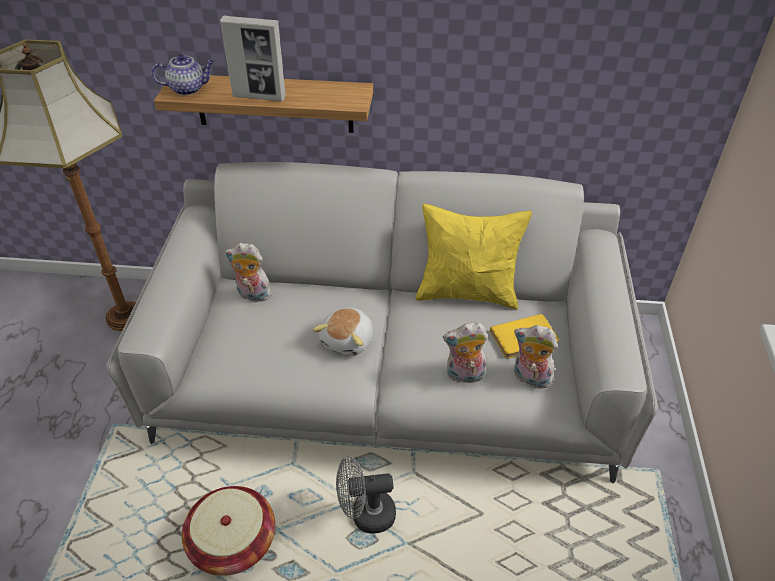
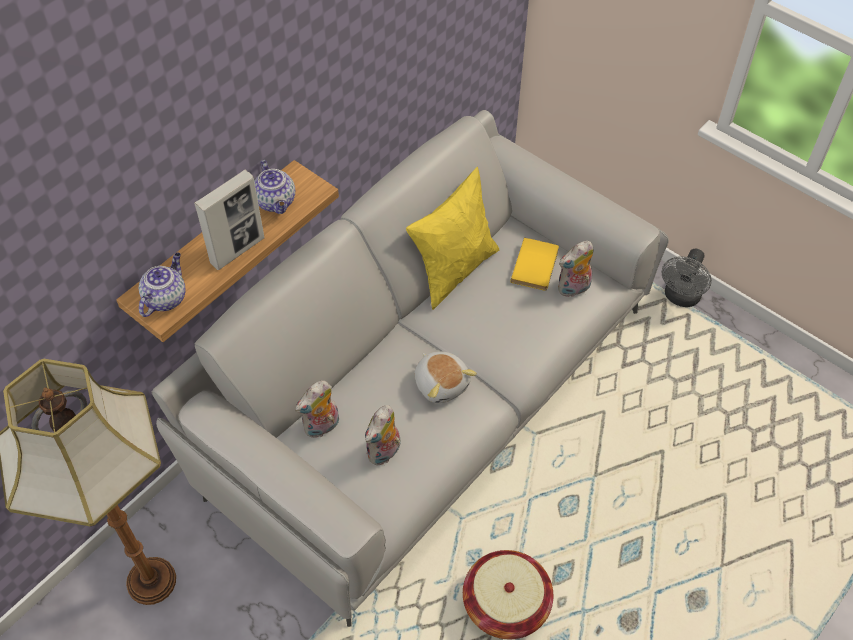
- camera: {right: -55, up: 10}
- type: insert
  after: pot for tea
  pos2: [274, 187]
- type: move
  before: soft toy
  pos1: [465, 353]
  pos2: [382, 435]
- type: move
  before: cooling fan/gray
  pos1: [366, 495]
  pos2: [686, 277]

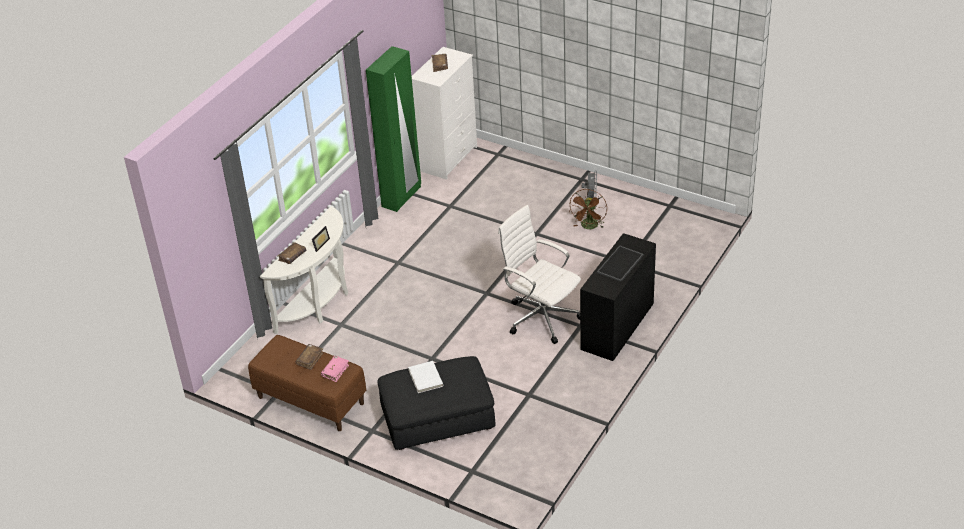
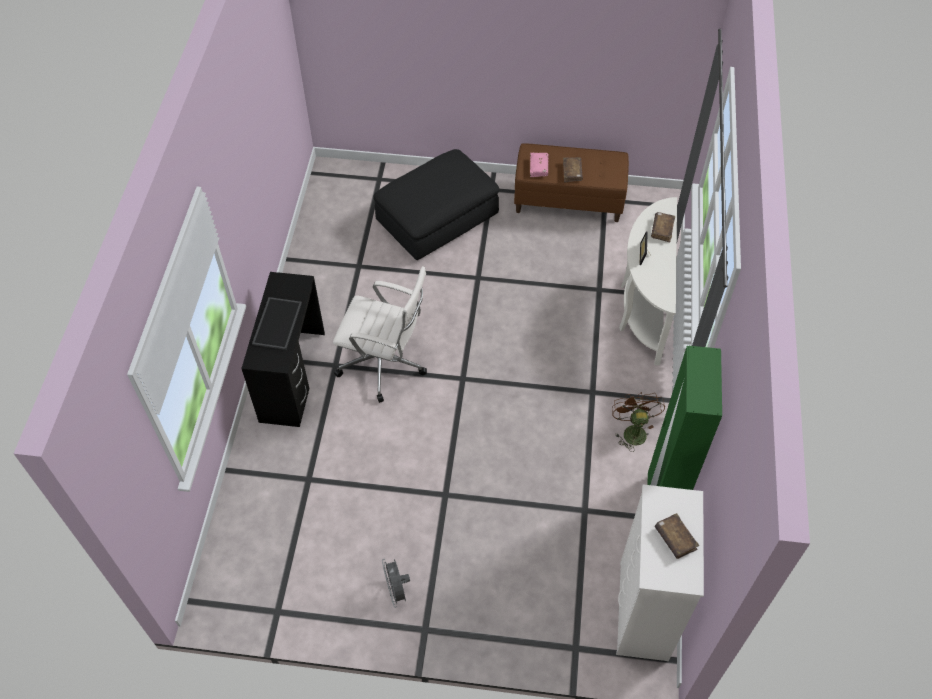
- camera: {right: 155, up: 15}
- type: move
  before: cooling fan/brownish
  pos1: [588, 209]
  pos2: [638, 422]
- type: delete
  before: book/white-coloured
  pos1: [425, 377]

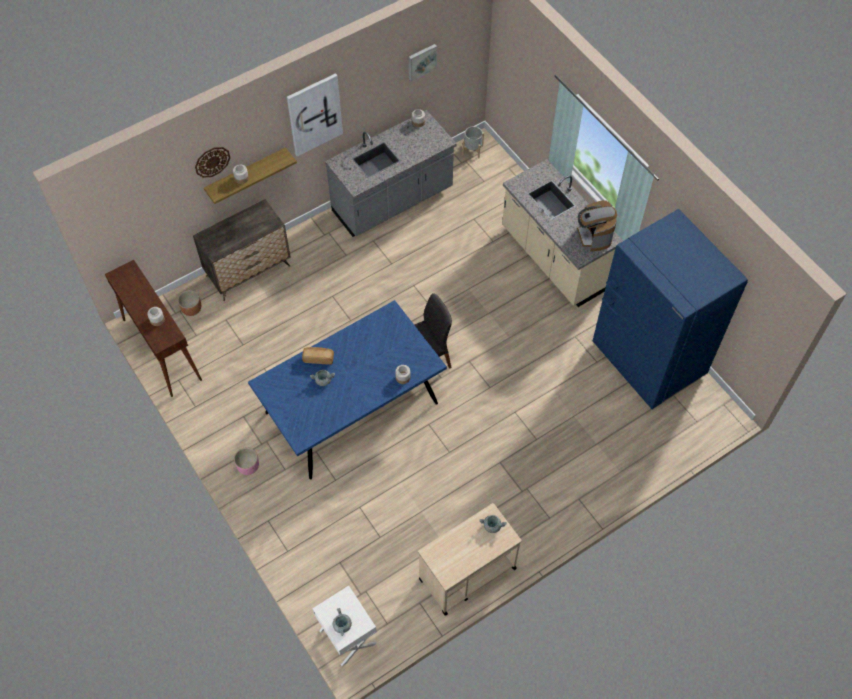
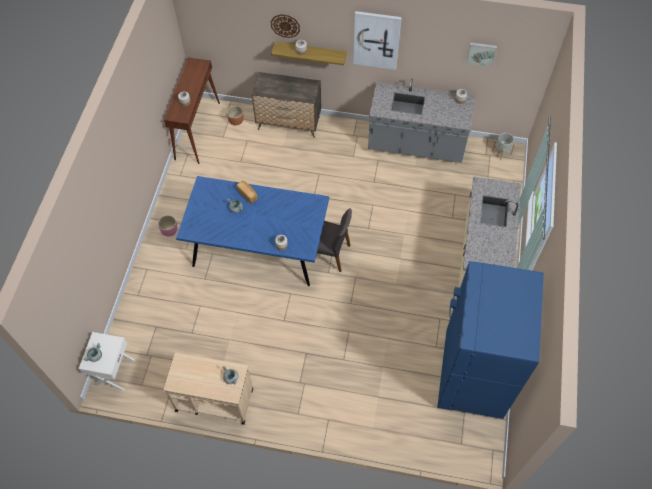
- camera: {right: 45, up: 0}
- type: delete
  before: coffee maker
  pos1: [597, 225]

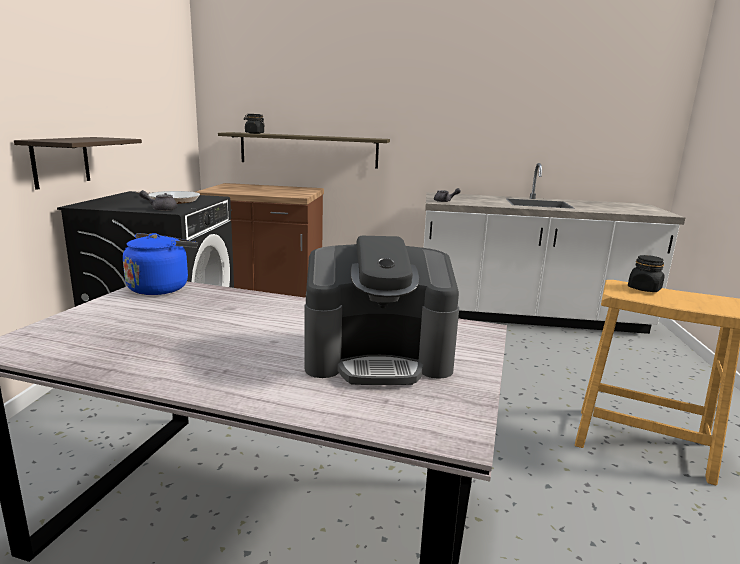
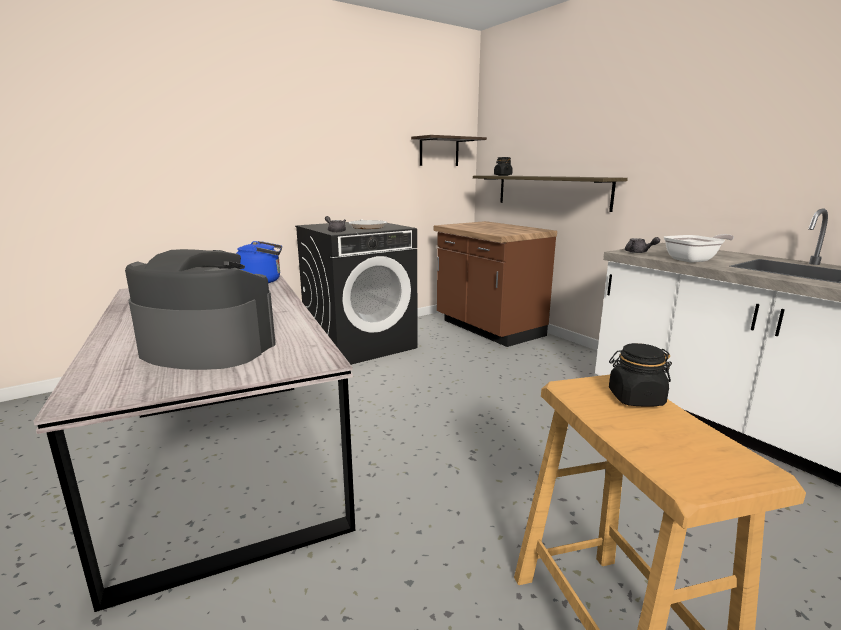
- camera: {right: 50, up: 0}
- type: rotate
  before: coffee maker
  pos1: [382, 310]
  pos2: [200, 309]
  turn: 150
- type: move
  before: shelf
  pos1: [78, 163]
  pos2: [449, 150]
- type: insert
  after: skillet
  pos2: [699, 248]

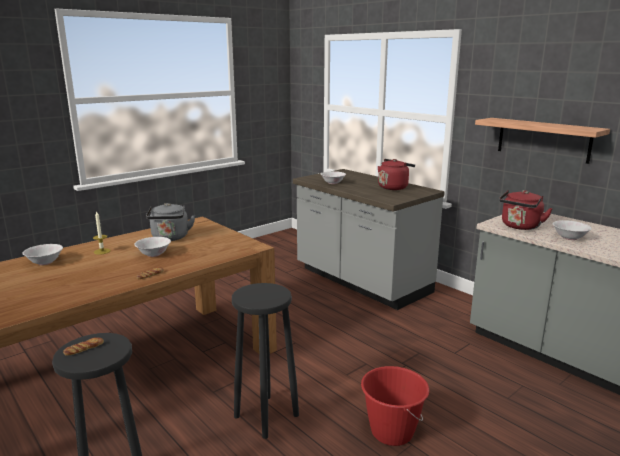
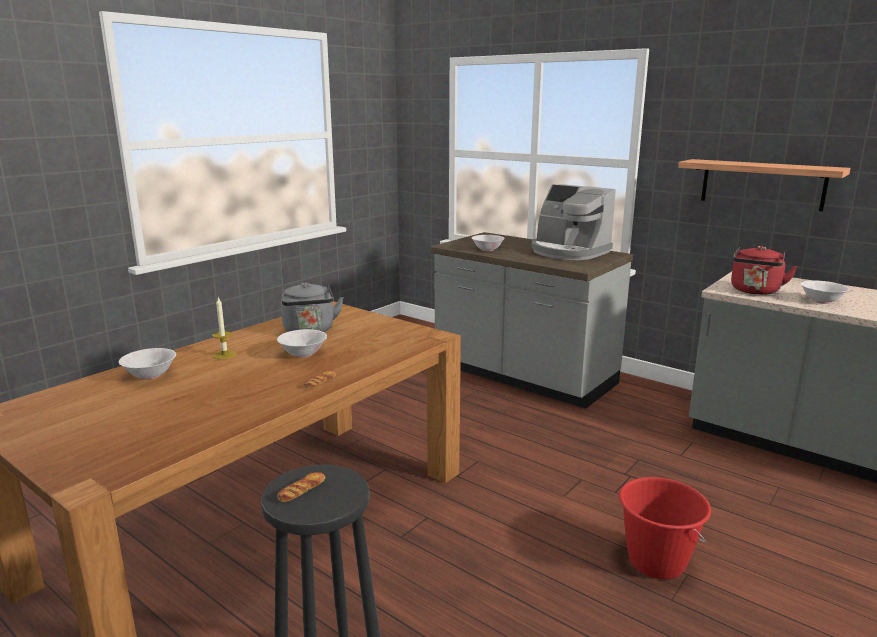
- camera: {right: -10, up: 0}
- type: replace
  before: tea kettle/red
  after: coffee maker
  pos1: [396, 174]
  pos2: [574, 222]
- type: delete
  before: sitting stool/black
  pos1: [265, 361]

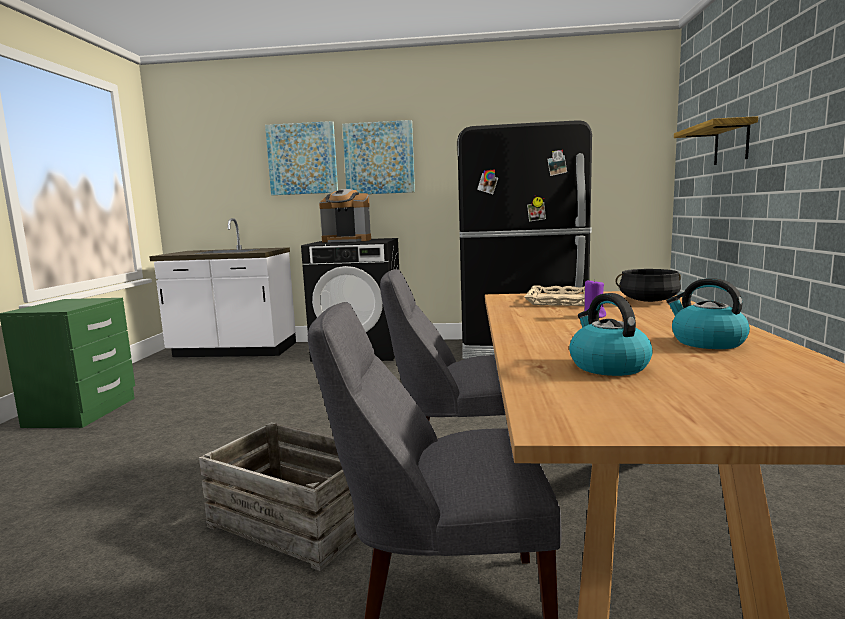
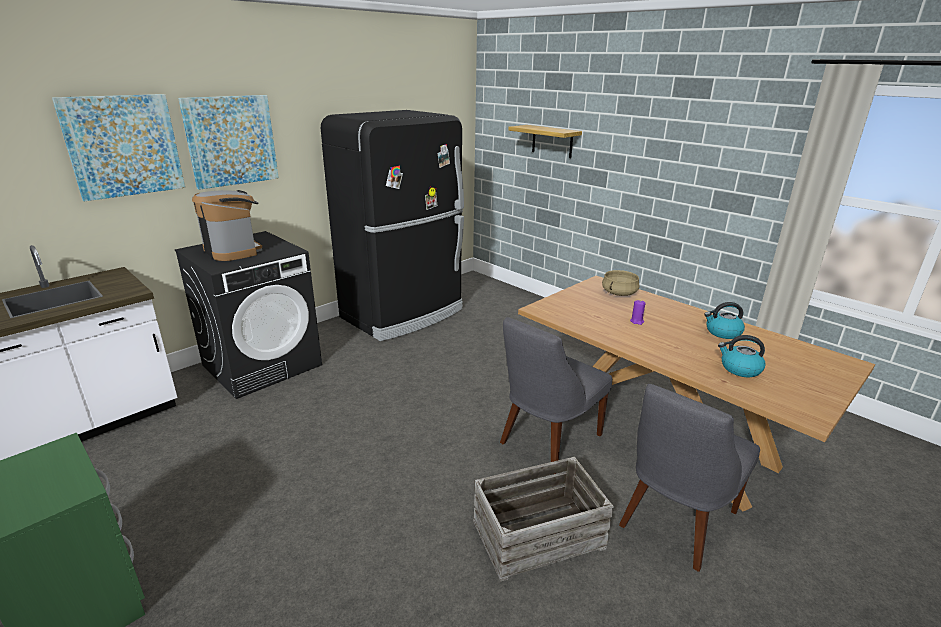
- camera: {right: -50, up: 15}
- type: rotate
  before: coffee maker
  pos1: [345, 215]
  pos2: [227, 225]
  turn: -90
- type: recolor
  before: saucepot/black
  after: saucepot/sand-coloured
  pos1: [648, 285]
  pos2: [621, 283]
- type: delete
  before: tray/sand-coloured
  pos1: [554, 295]

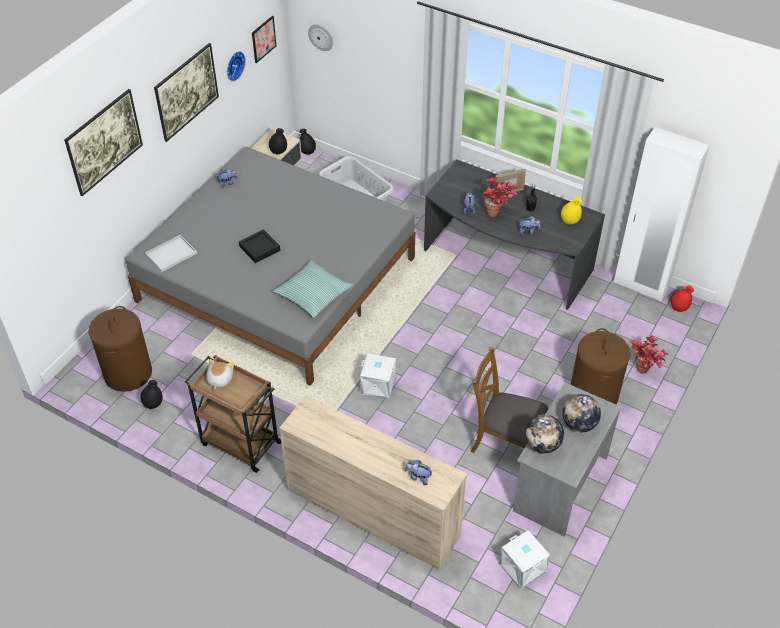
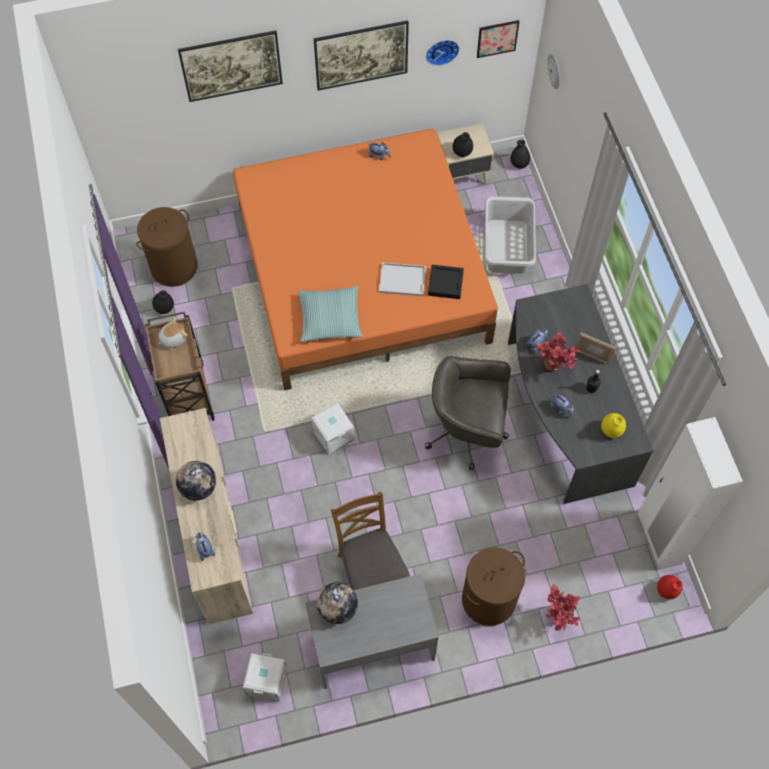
- camera: {right: 45, up: 15}
- type: move
  before: globe
  pos1: [581, 413]
  pos2: [196, 481]
- type: recolor
  before: sleeping bed/gray
  after: sleeping bed/orangey
  pos1: [270, 266]
  pos2: [365, 259]
- type: move
  before: tray/white-coloured
  pos1: [171, 253]
  pos2: [402, 279]
- type: insert
  after: office chair/gray
  pos2: [468, 413]
- type: move
  before: tray/black
  pos1: [259, 246]
  pos2: [446, 282]

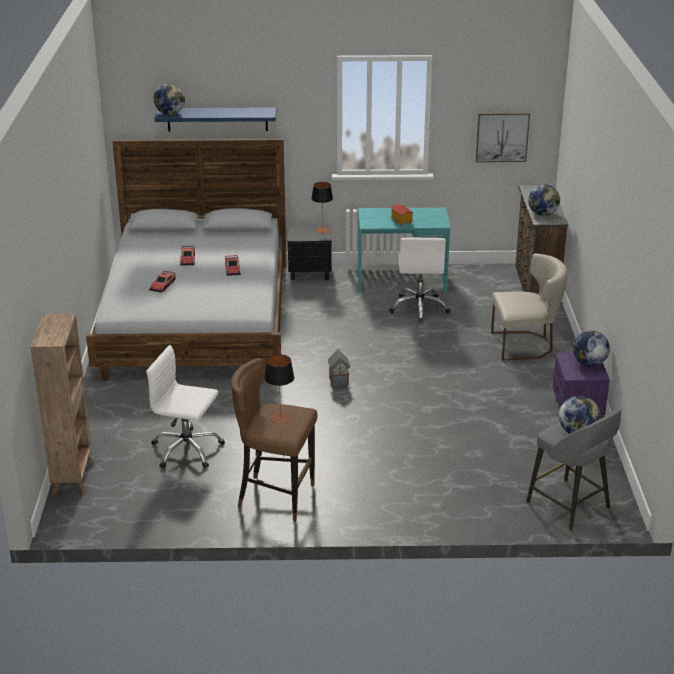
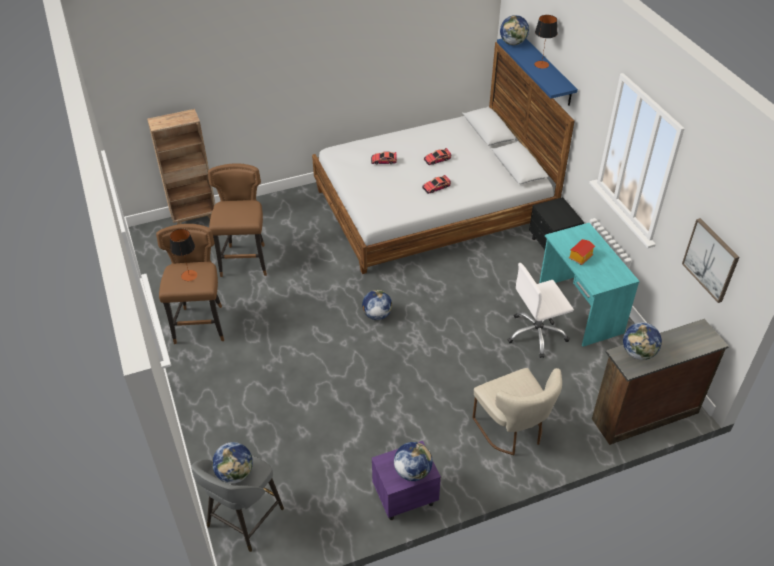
- camera: {right: 70, up: 15}
- type: replace
  before: office chair/white-coloured
  after: sitting stool/brownish
  pos1: [185, 406]
  pos2: [237, 220]
- type: replace
  before: model house
  after: globe
  pos1: [339, 368]
  pos2: [377, 305]
- type: move
  before: tabletop lamp
  pos1: [322, 207]
  pos2: [546, 42]

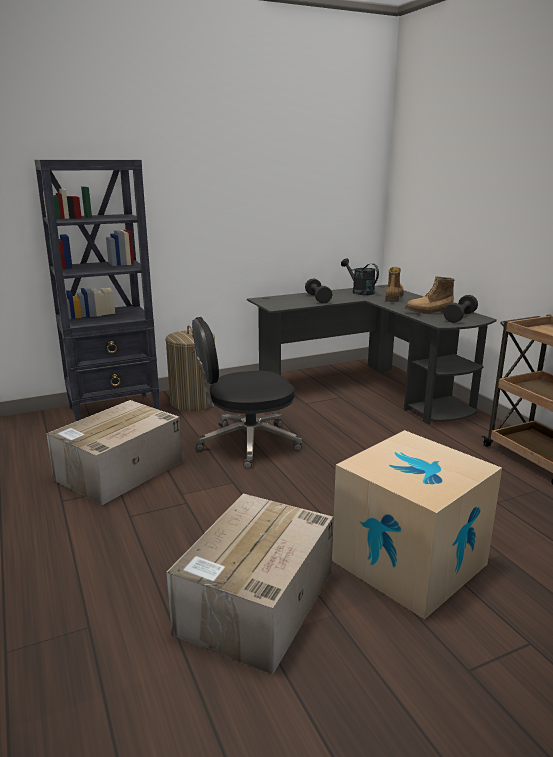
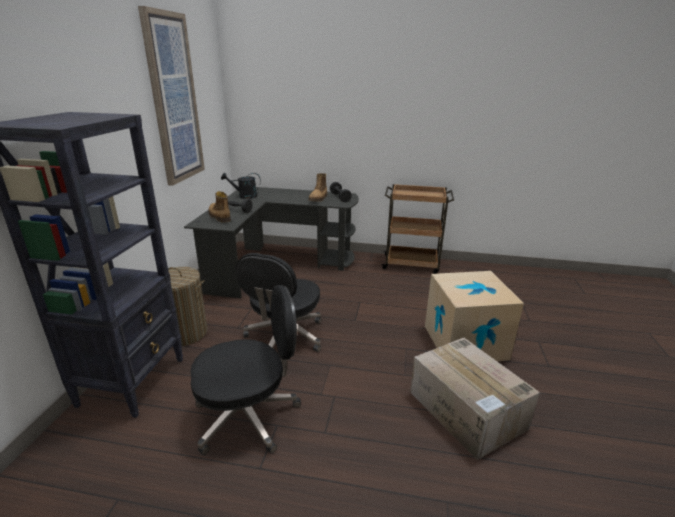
- camera: {right: -55, up: 5}
- type: insert
  after: wall art
  pos2: [171, 96]
- type: replace
  before: cardboard box
  after: office chair/black
  pos1: [114, 452]
  pos2: [245, 370]
- type: move
  before: boot
  pos1: [394, 284]
  pos2: [220, 207]

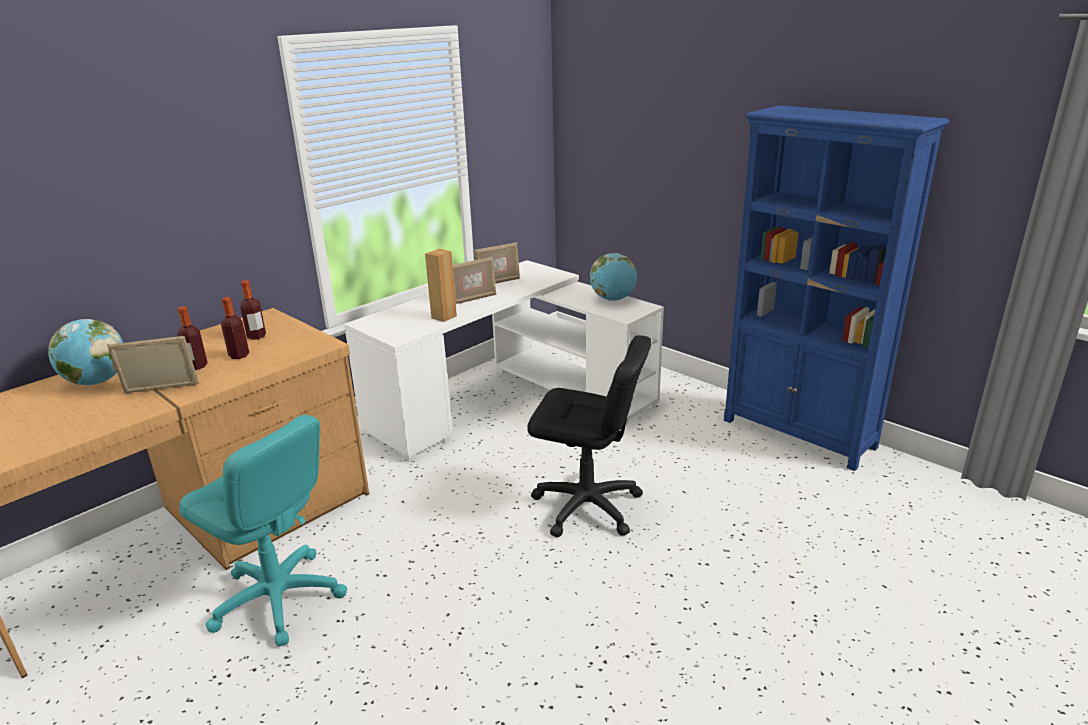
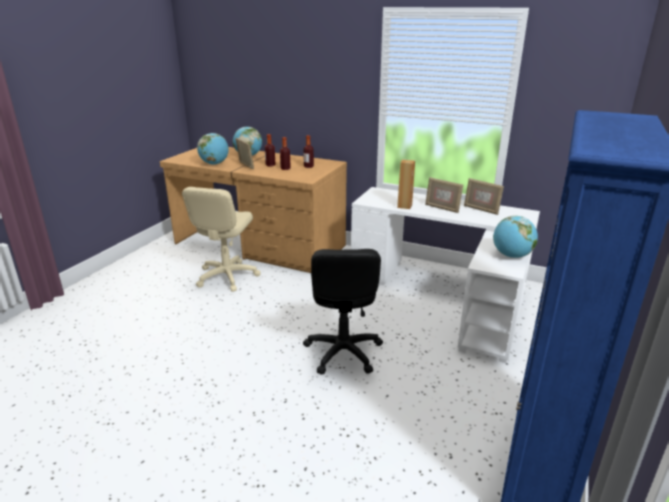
- camera: {right: 70, up: 0}
- type: recolor
  before: office chair/blue-green
  after: office chair/sand-coloured
  pos1: [263, 531]
  pos2: [221, 239]
- type: insert
  after: globe
  pos2: [213, 149]

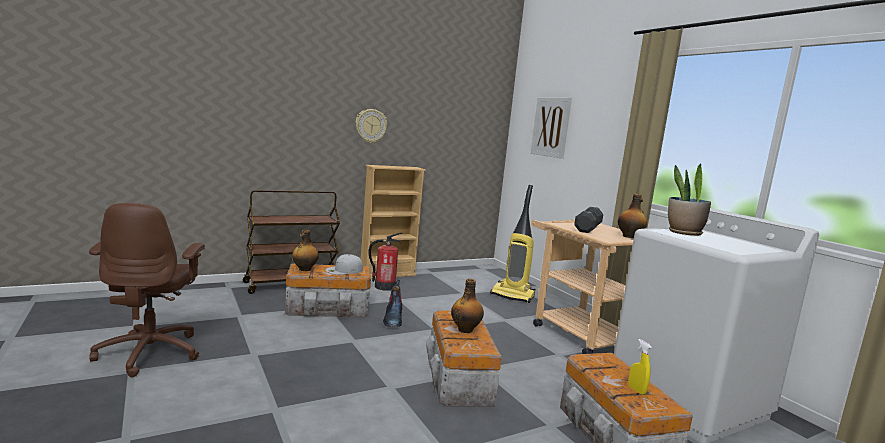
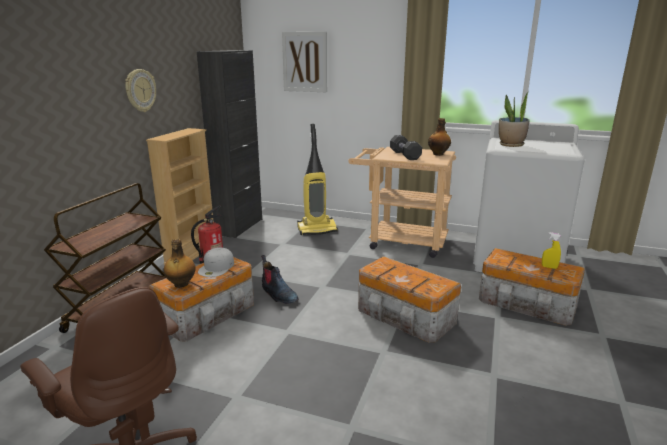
- camera: {right: -40, up: 10}
- type: insert
  after: cupboard/black
  pos2: [229, 144]
- type: delete
  before: drink bottle
  pos1: [467, 306]

